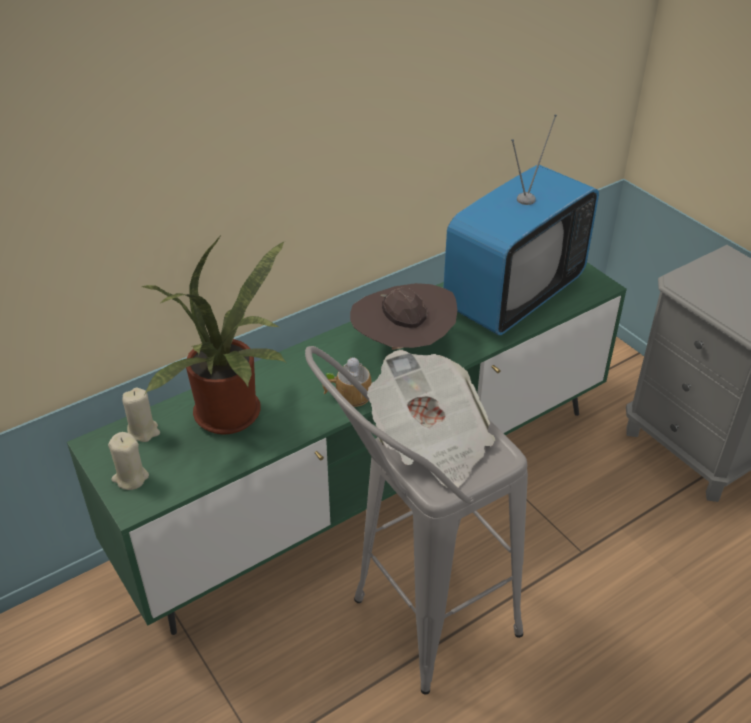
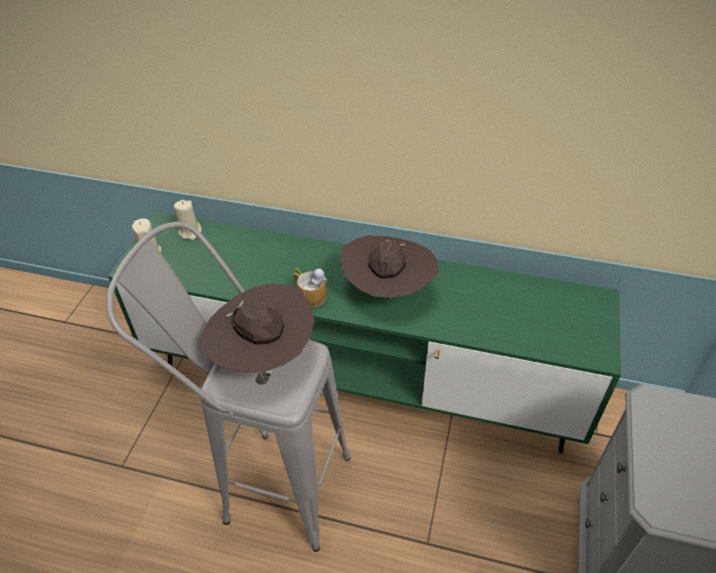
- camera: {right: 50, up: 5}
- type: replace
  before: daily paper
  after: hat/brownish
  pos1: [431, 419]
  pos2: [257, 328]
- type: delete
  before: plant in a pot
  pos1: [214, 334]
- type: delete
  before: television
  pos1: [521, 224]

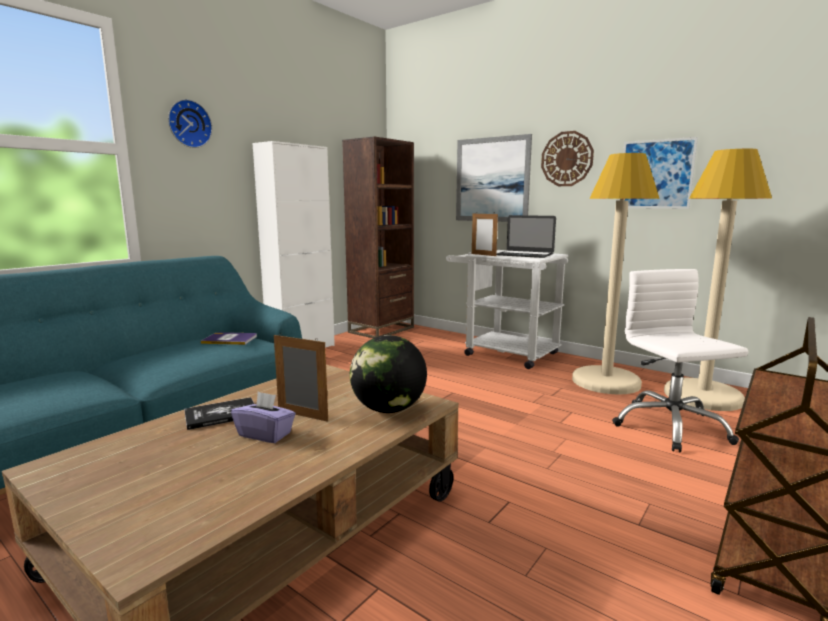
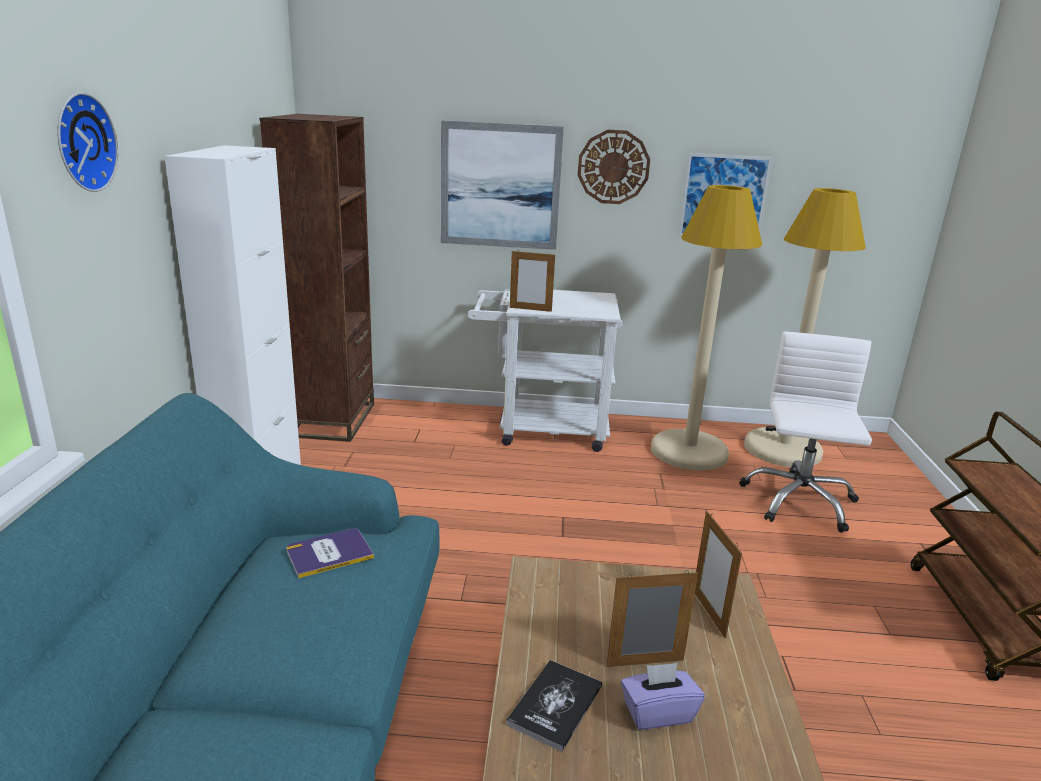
- camera: {right: -35, up: 10}
- type: replace
  before: globe
  after: picture frame
  pos1: [388, 374]
  pos2: [718, 574]
- type: rotate
  before: office chair/white-coloured
  pos1: [680, 360]
  pos2: [805, 432]
  turn: 60
- type: delete
  before: laptop
  pos1: [526, 236]

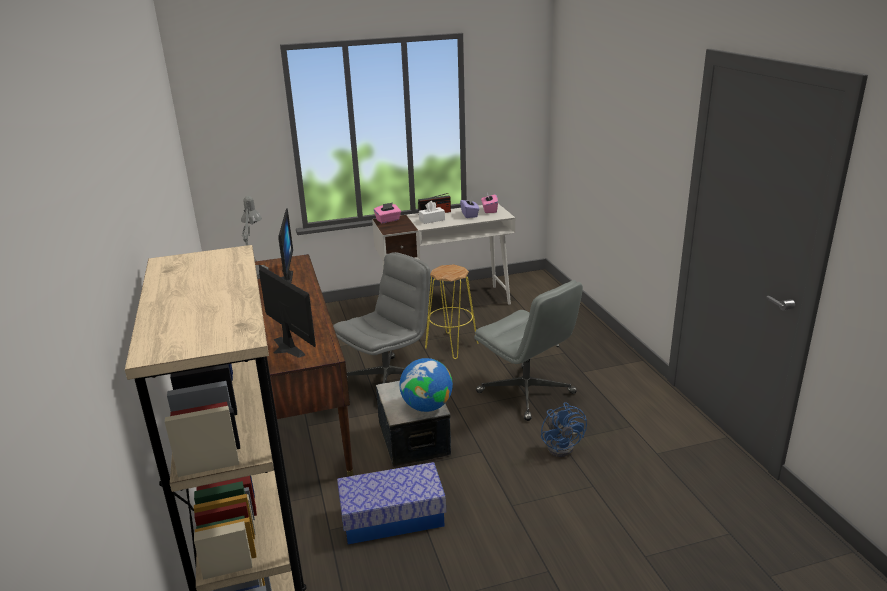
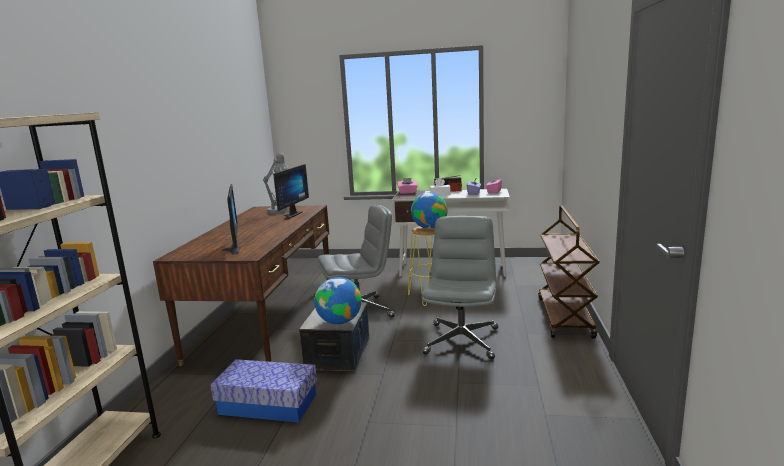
- camera: {right: 25, up: -10}
- type: insert
  after: globe
  pos2: [429, 210]
- type: rotate
  before: office chair/gray
  pos1: [528, 350]
  pos2: [460, 287]
  turn: -150
- type: insert
  after: cart/brownish
  pos2: [569, 272]
- type: delete
  before: cooling fan/bluish
  pos1: [564, 429]

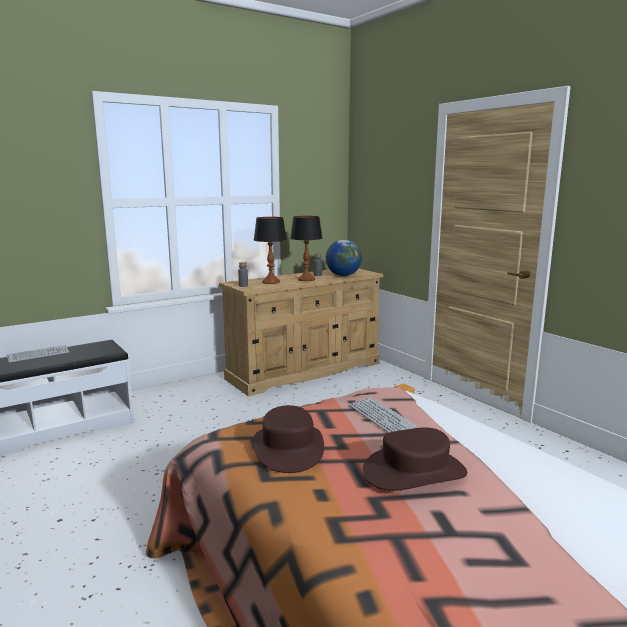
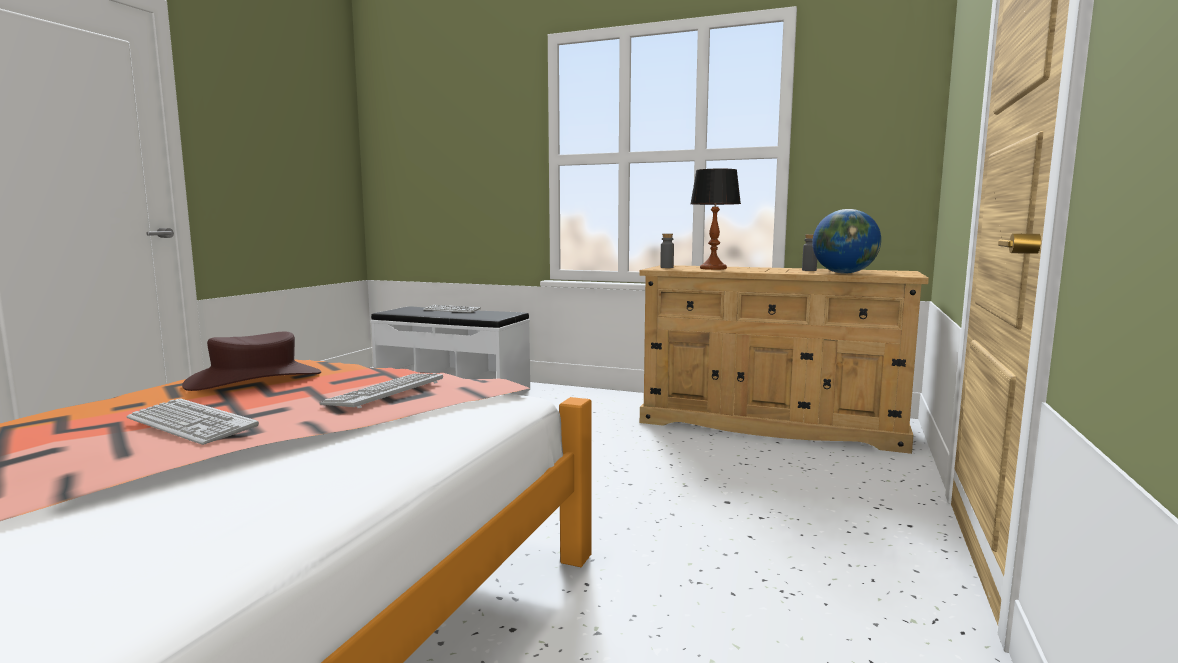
- camera: {right: 55, up: -5}
- type: replace
  before: hat/brownish
  after: PC keyboard
  pos1: [415, 459]
  pos2: [193, 422]
- type: delete
  before: tabletop lamp
  pos1: [306, 248]

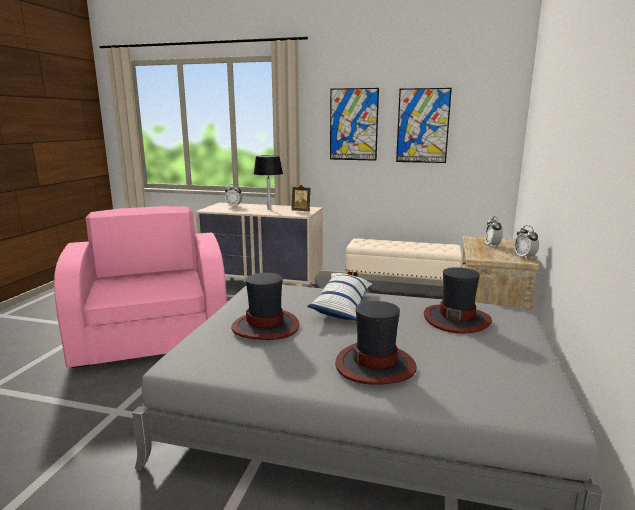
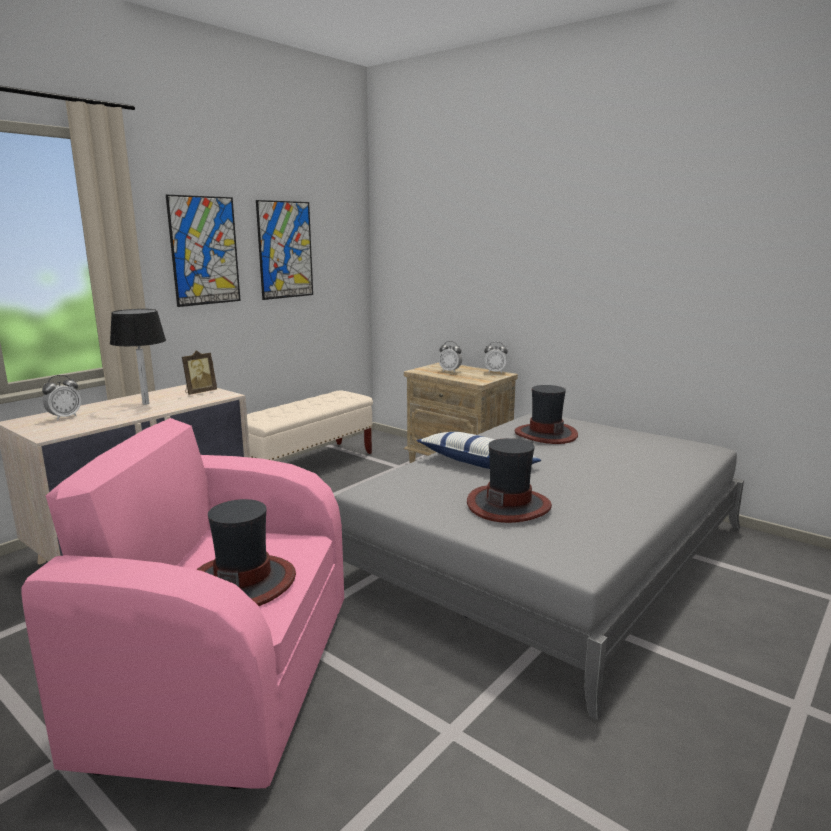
- camera: {right: -65, up: 0}
- type: move
  before: hat
  pos1: [376, 343]
  pos2: [246, 552]

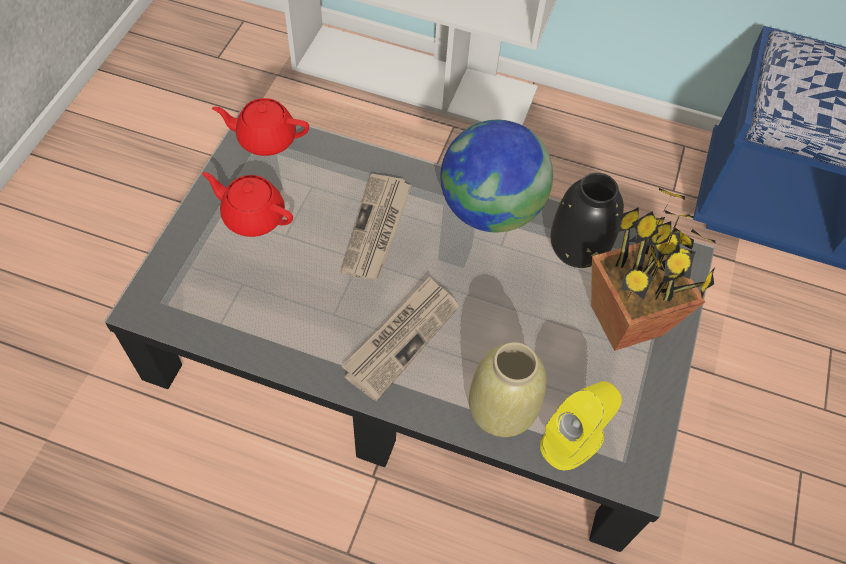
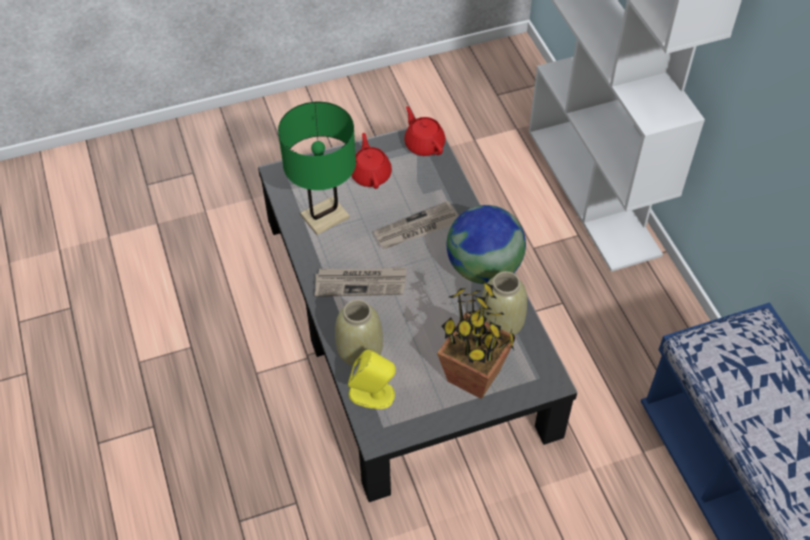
- camera: {right: 55, up: -5}
- type: insert
  after: tabletop lamp/green-coloured
  pos2: [317, 168]
- type: recolor
  before: vase/black
  after: vase/sand-coloured
  pos1: [587, 220]
  pos2: [503, 303]

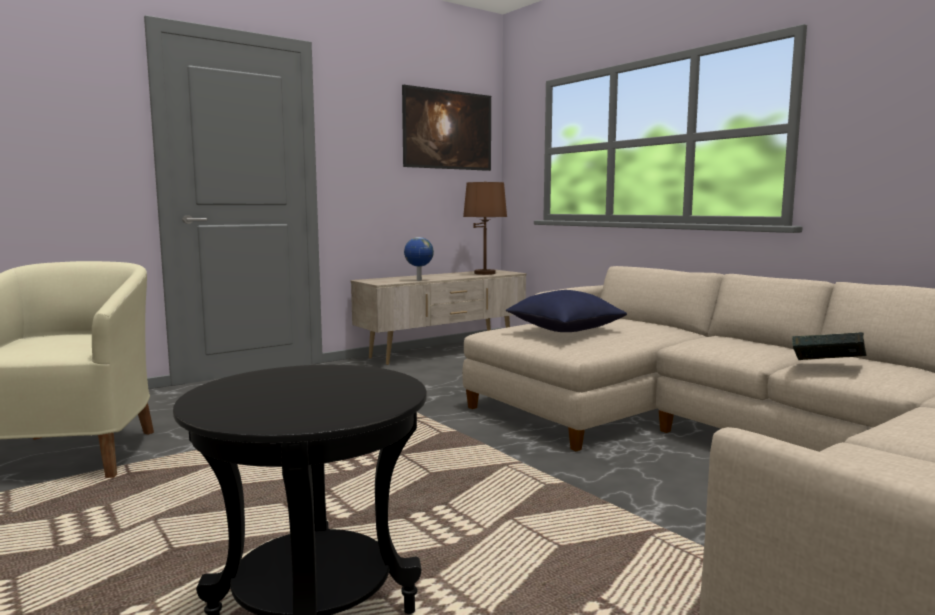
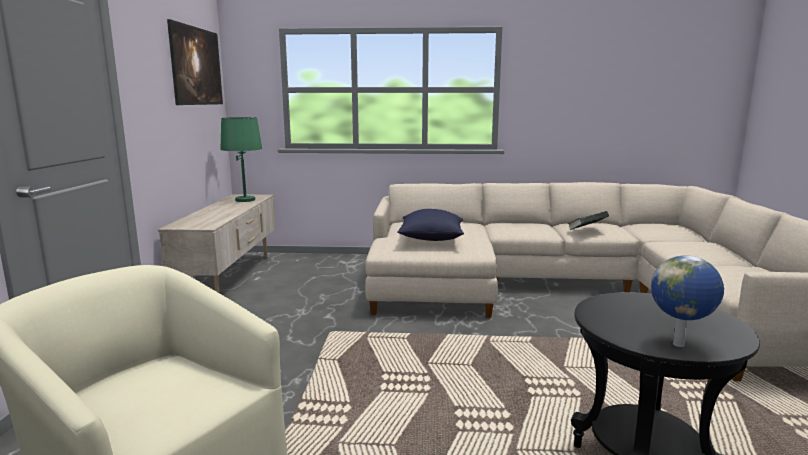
- camera: {right: -50, up: 5}
- type: recolor
  before: tabletop lamp/brownish
  after: tabletop lamp/green-coloured
  pos1: [485, 228]
  pos2: [241, 159]
- type: move
  before: globe
  pos1: [419, 259]
  pos2: [687, 301]

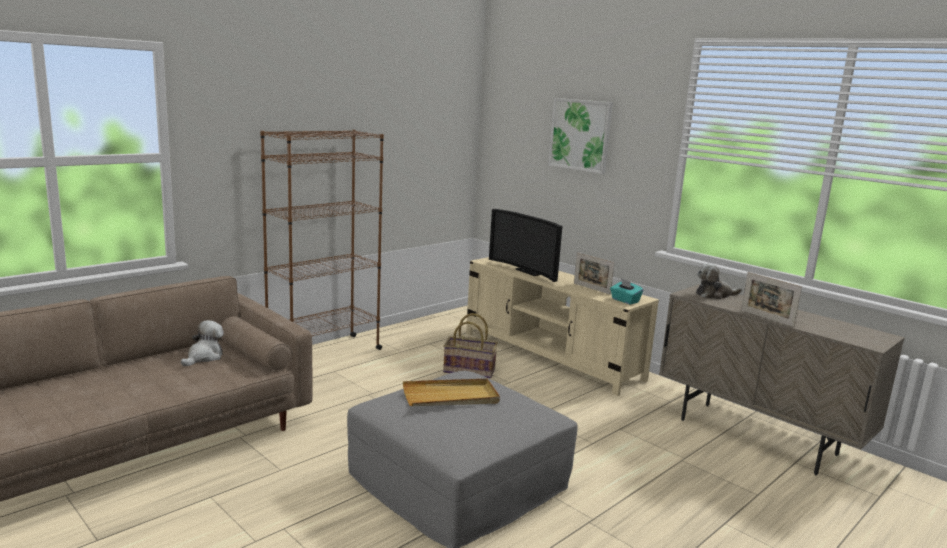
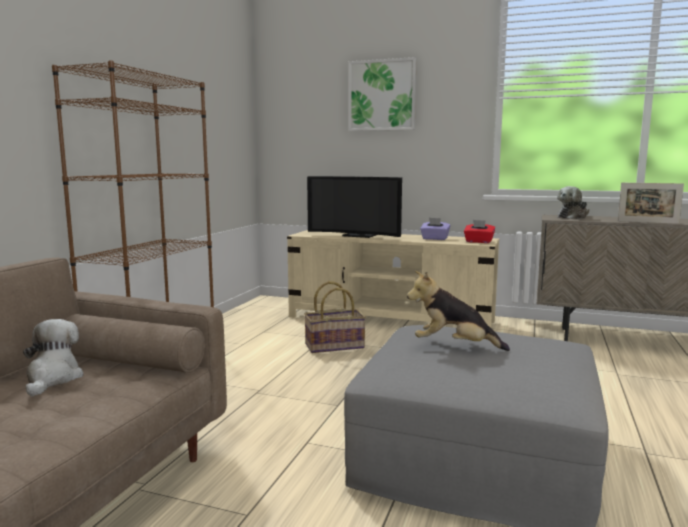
- camera: {right: -25, up: -5}
- type: replace
  before: tray/sand-coloured
  after: soft toy
  pos1: [451, 392]
  pos2: [458, 311]
- type: replace
  before: picture frame
  after: tissue holder/purple
  pos1: [594, 273]
  pos2: [435, 229]
- type: recolor
  before: tissue holder/blue-green
  after: tissue holder/red
  pos1: [626, 292]
  pos2: [479, 231]

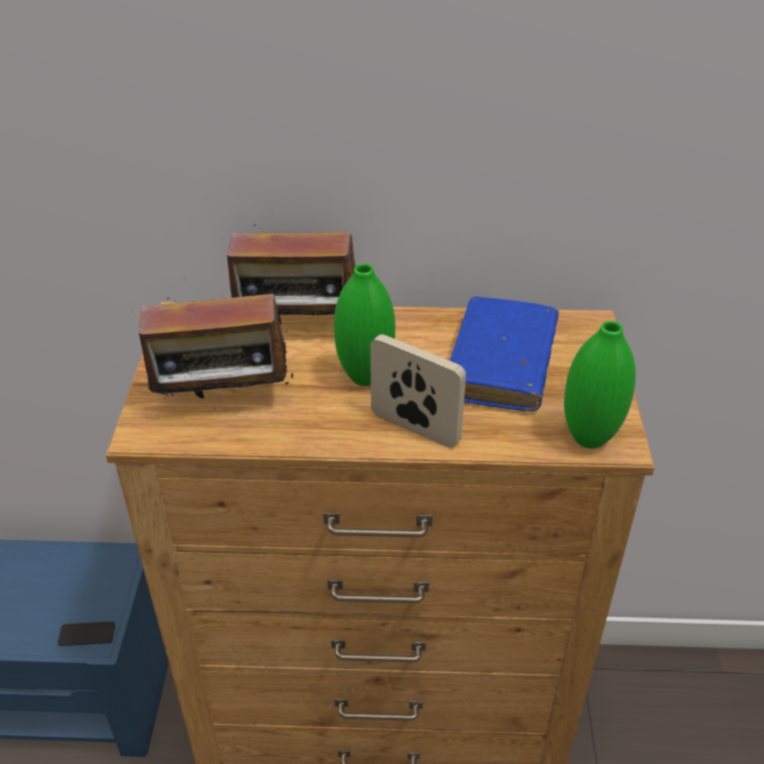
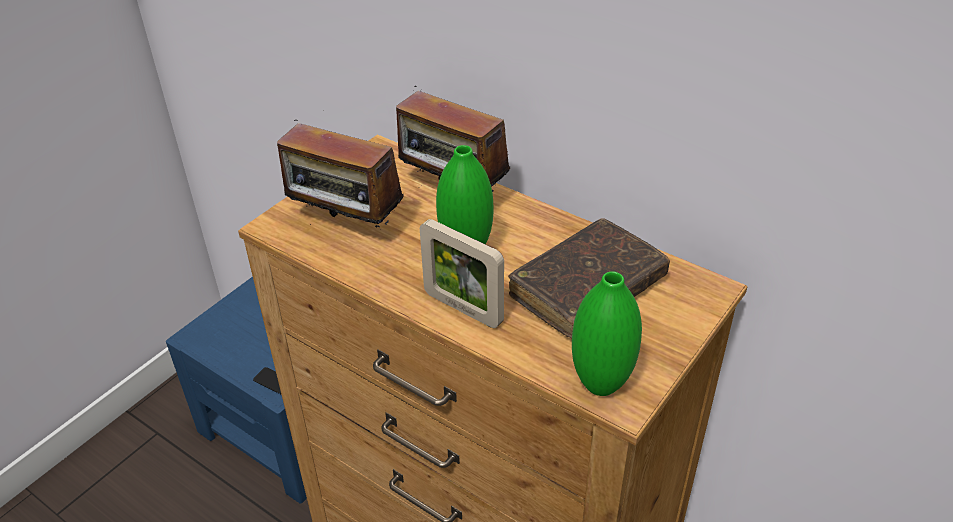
- camera: {right: 35, up: 0}
- type: rotate
  before: picture frame
  pos1: [418, 391]
  pos2: [462, 273]
  turn: 150
- type: recolor
  before: book/bluish
  after: book/brownish
  pos1: [504, 353]
  pos2: [589, 278]

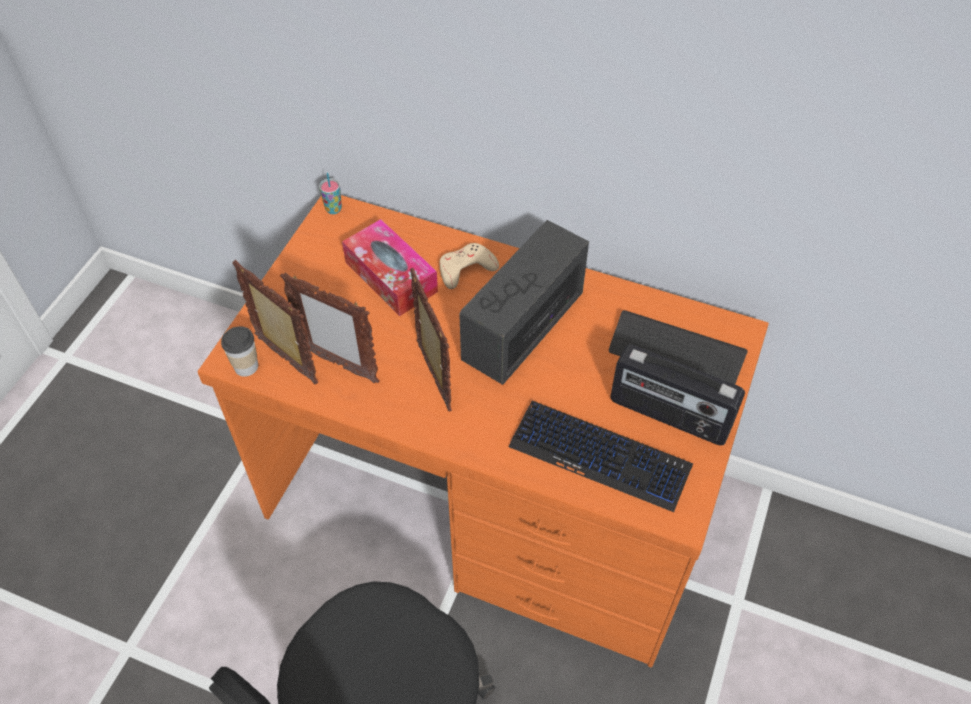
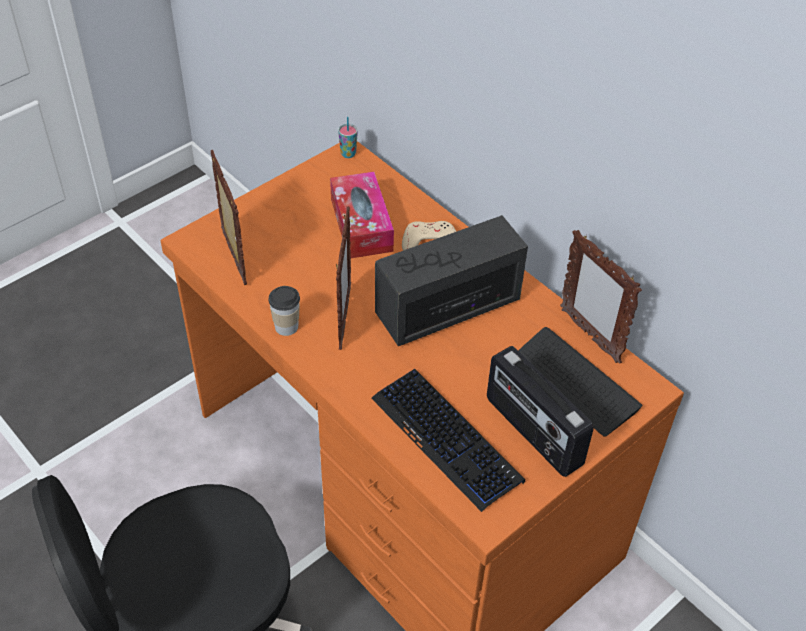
- camera: {right: 25, up: -5}
- type: move
  before: drinking cup
  pos1: [239, 351]
  pos2: [284, 311]
- type: move
  before: picture frame
  pos1: [329, 327]
  pos2: [601, 297]

